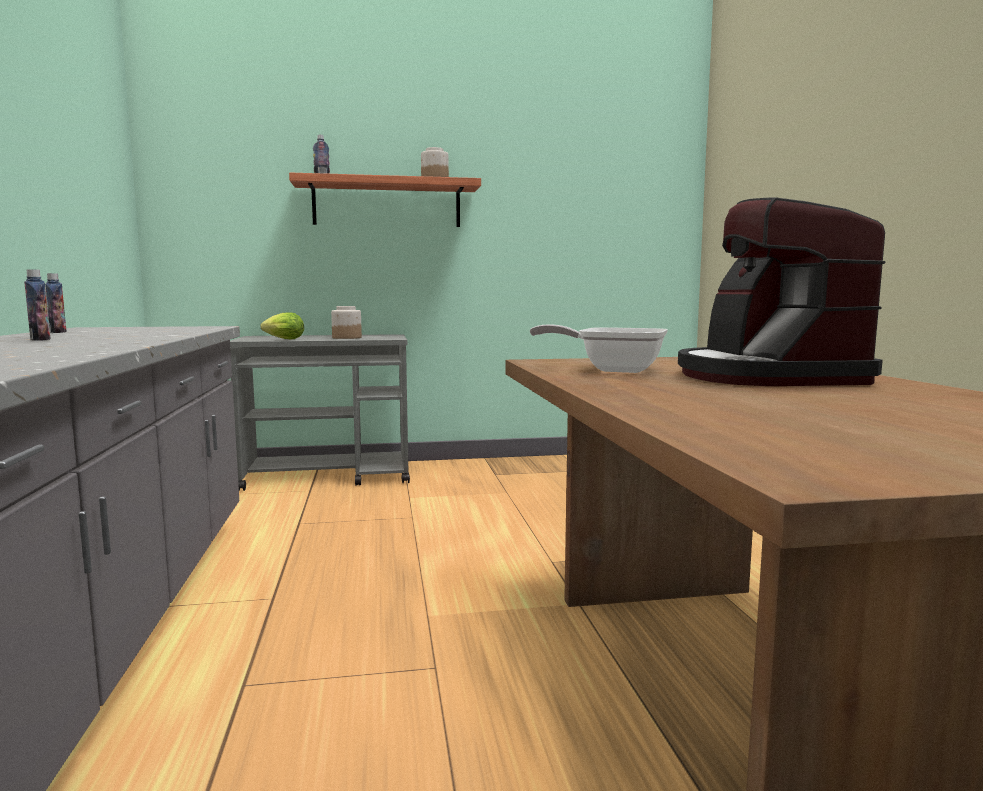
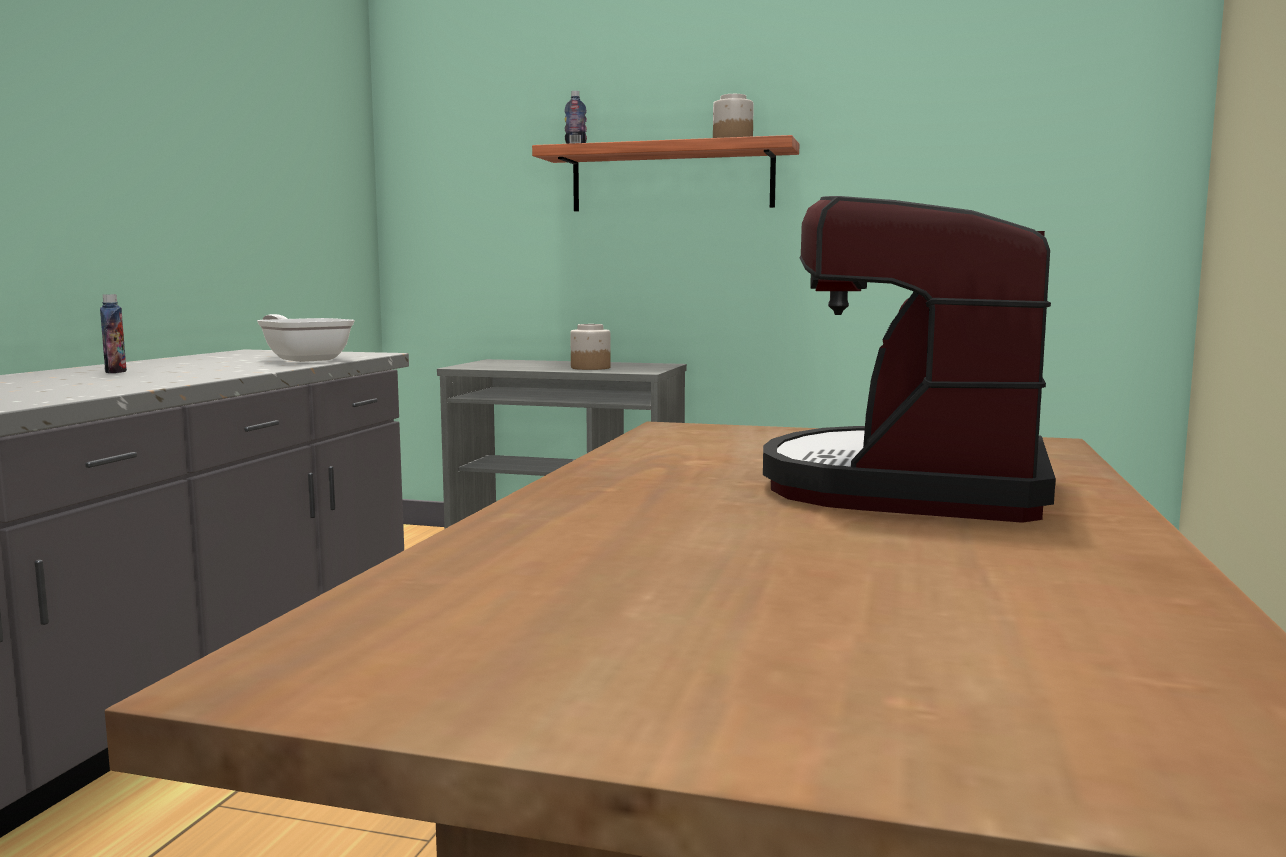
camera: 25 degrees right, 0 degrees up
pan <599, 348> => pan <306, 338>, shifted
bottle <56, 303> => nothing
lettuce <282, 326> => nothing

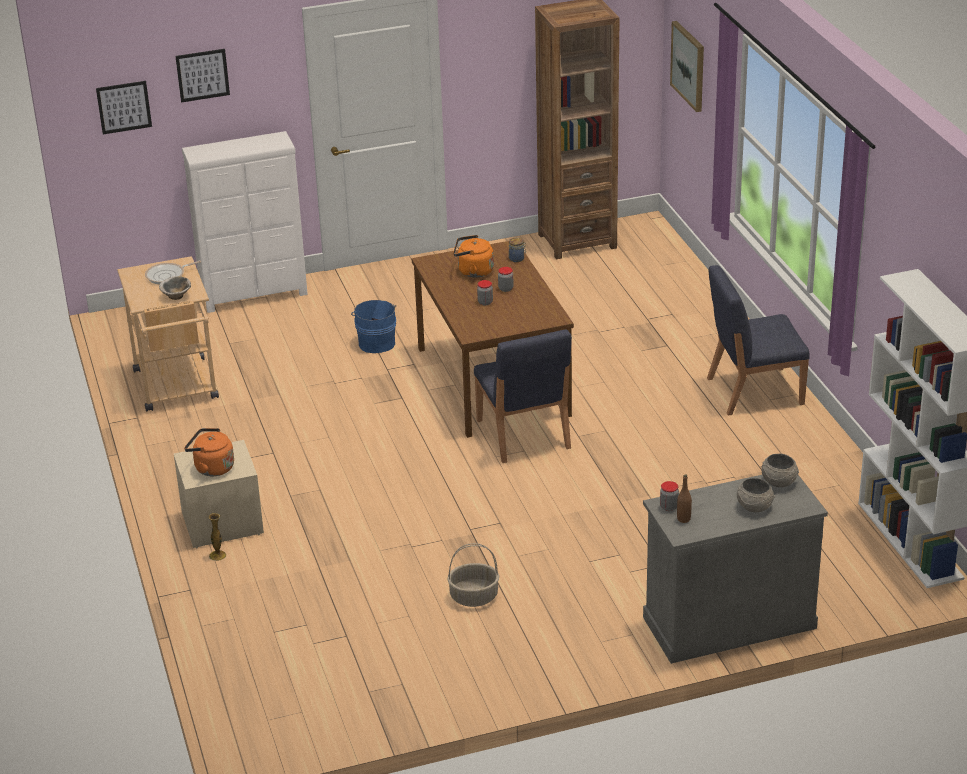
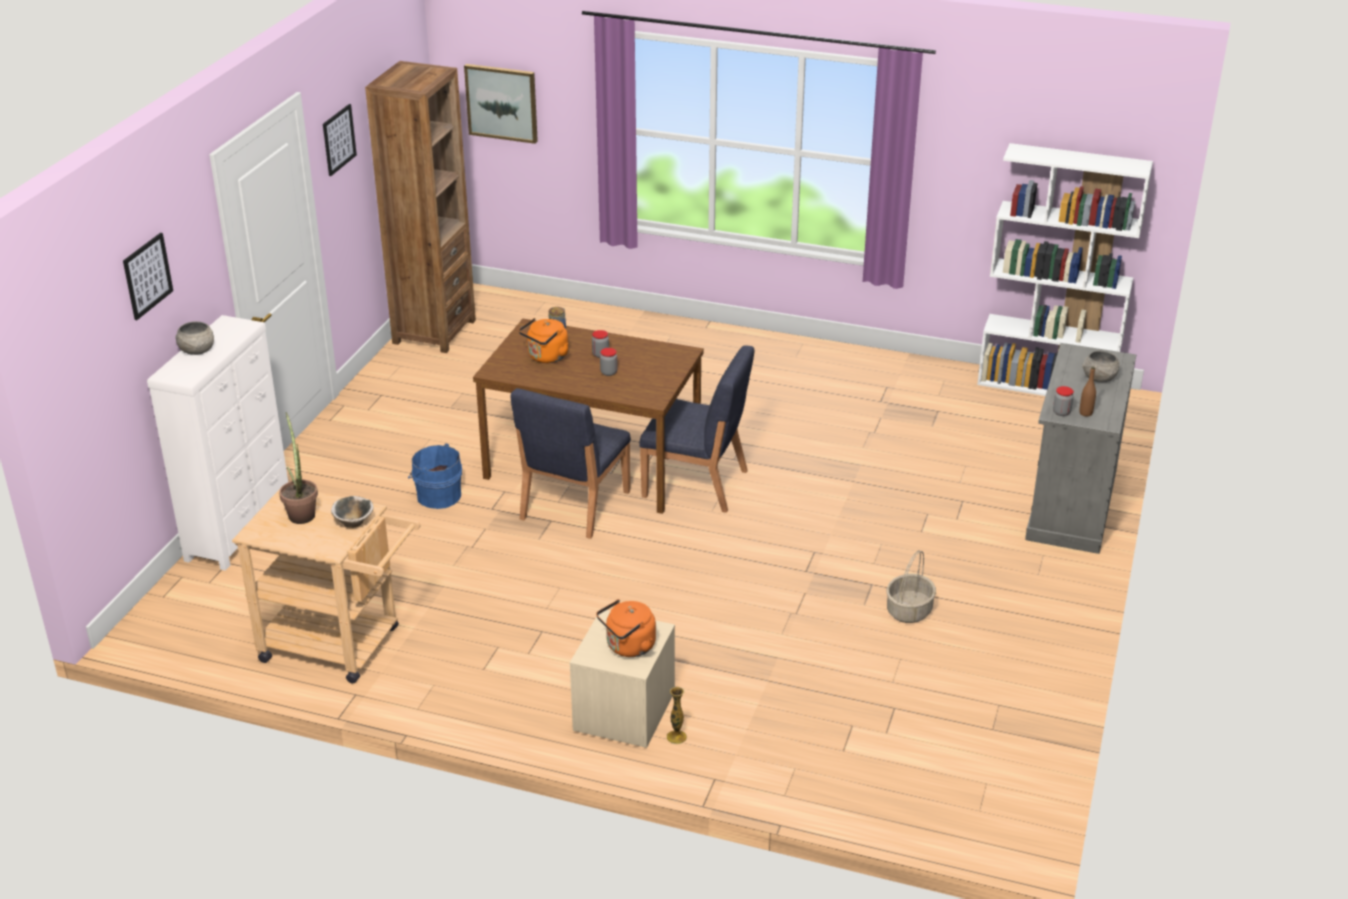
camera: 55 degrees left, 0 degrees up
grey serving bowl <780, 470> => grey serving bowl <194, 338>, shifted
pan <173, 272> => houseplant <298, 468>
picture <124, 107> => picture <340, 140>, shifted
blue-coloured upright chair <758, 340> => blue-coloured upright chair <570, 463>, shifted

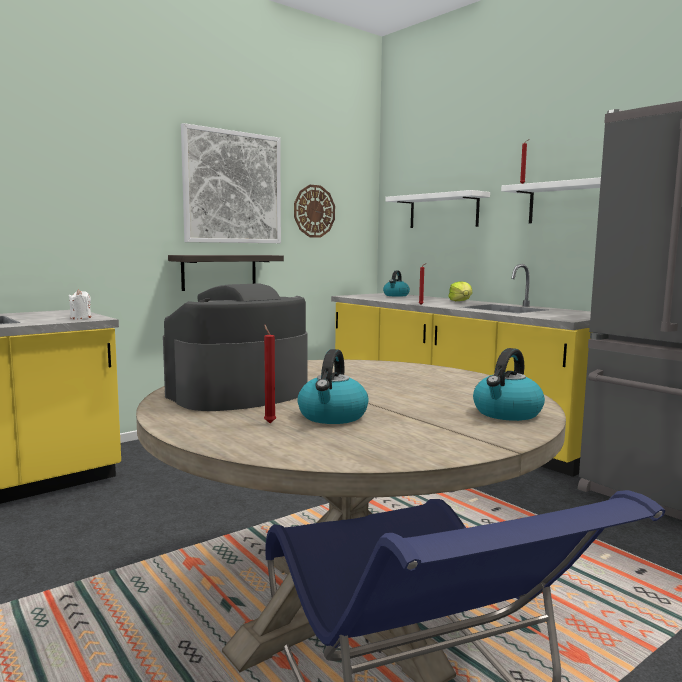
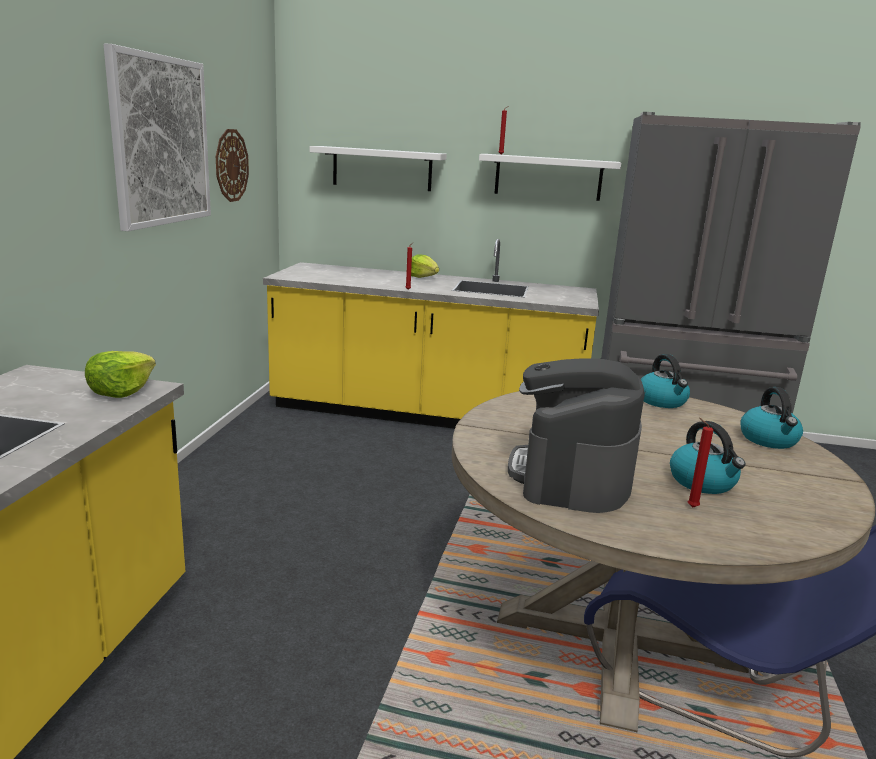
camera: 40 degrees left, 10 degrees up
white-coloured candle <80, 304> => lettuce <120, 374>
water kettle <396, 283> => water kettle <665, 381>, shifted
bracket shelf <226, 273> => nothing

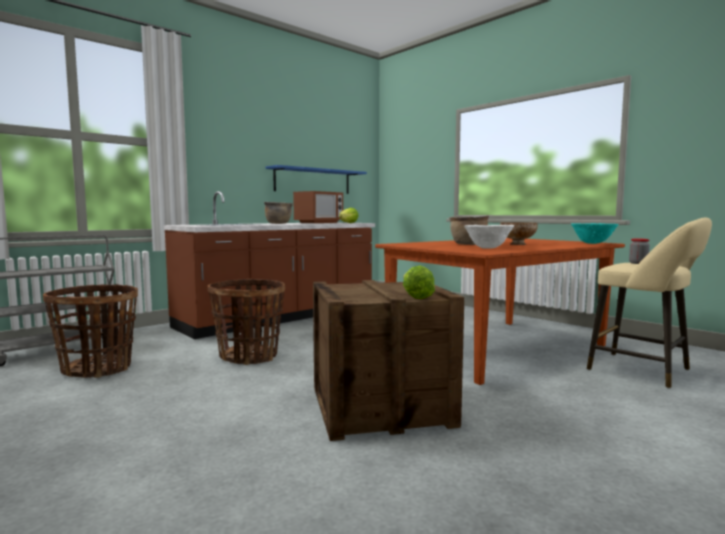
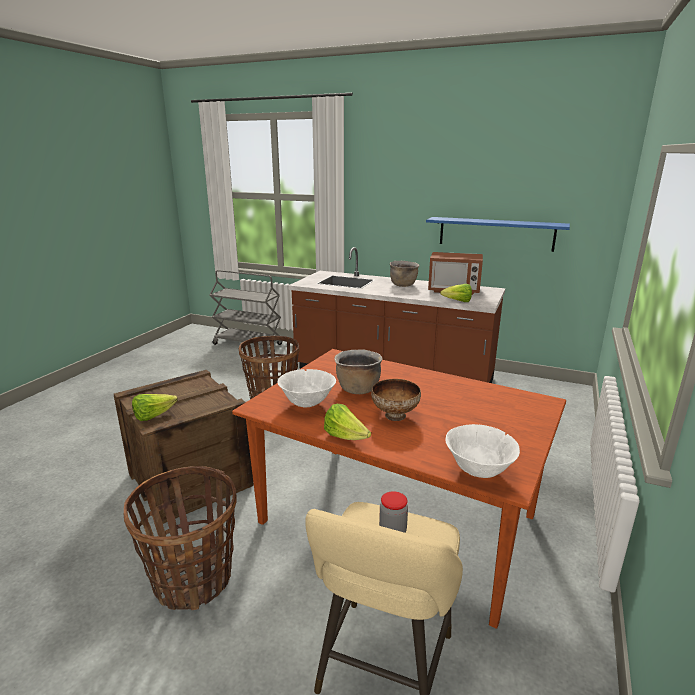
camera: 65 degrees right, 15 degrees up
storage basket <90, 331> => storage basket <180, 538>, shifted
nothing => lettuce <347, 422>
turquoise-coloured serving bowl <595, 233> => white-coloured serving bowl <482, 451>

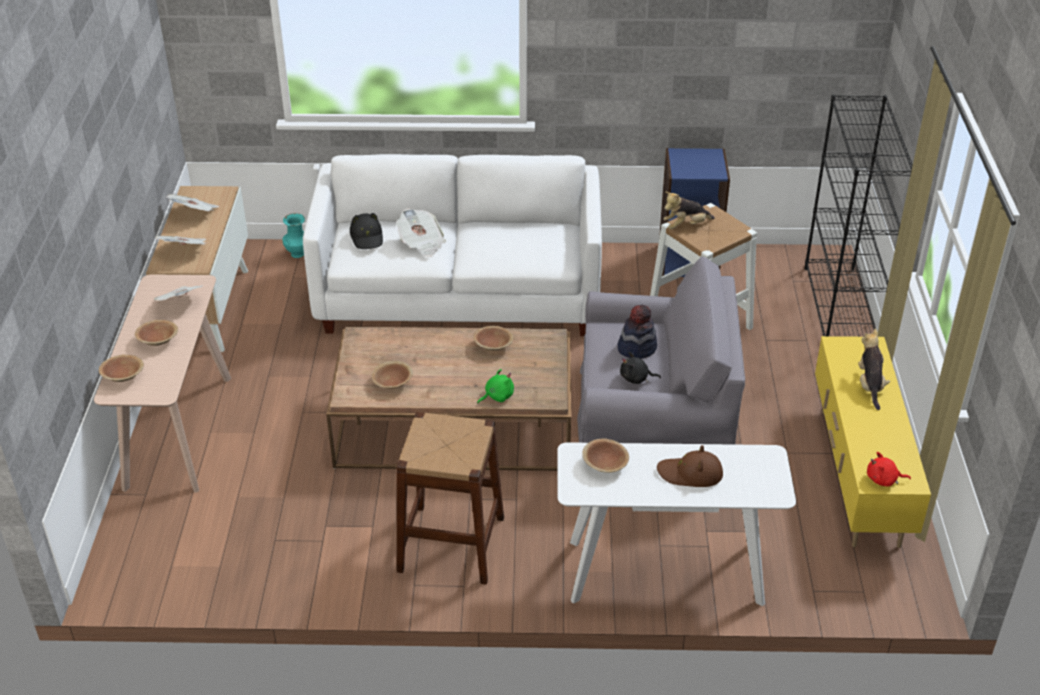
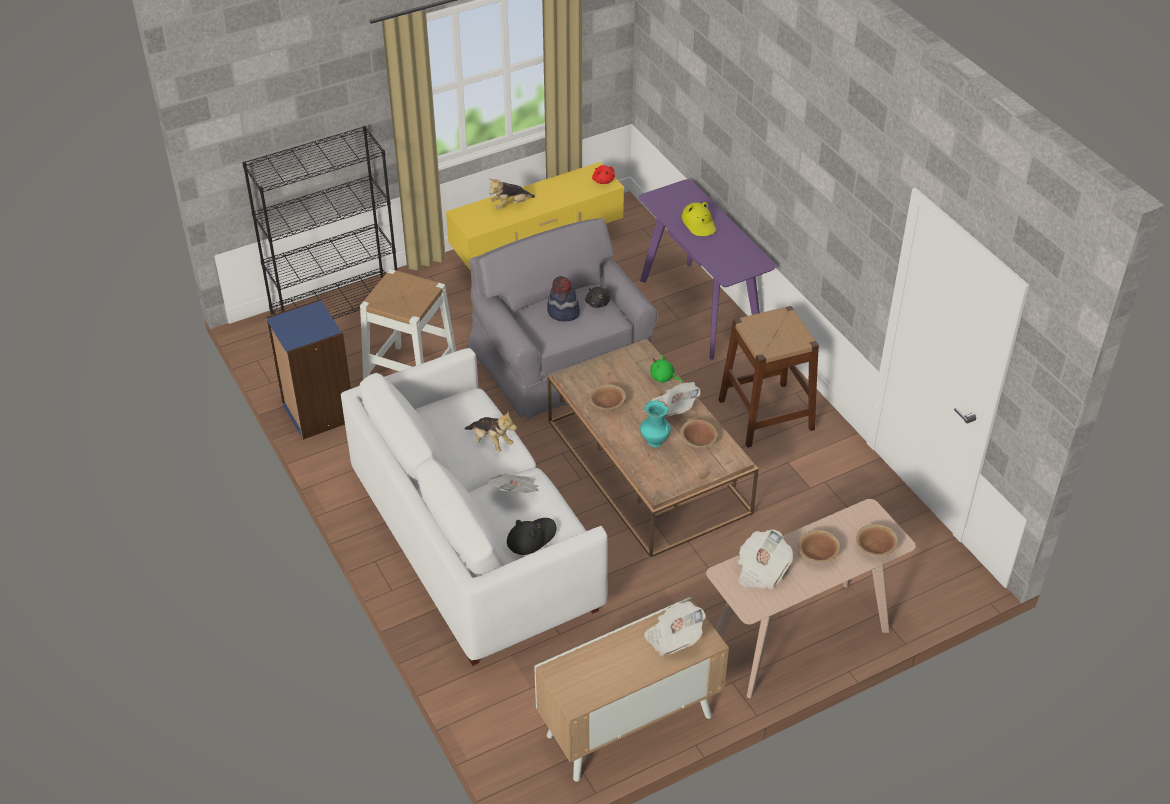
camera: 120 degrees left, 5 degrees up
soft toy <689, 210> => soft toy <490, 431>, shifted
white-coloured hall table <677, 524> => purple-coloured hall table <707, 270>
turquoise-coloured flower vase <293, 235> => turquoise-coloured flower vase <655, 423>, shifted
newspaper <193, 202> => newspaper <676, 399>, shifted
brown wearable hat <690, 466> => yellow-coloured wearable hat <699, 219>
brown serving bowl <605, 455> => nothing

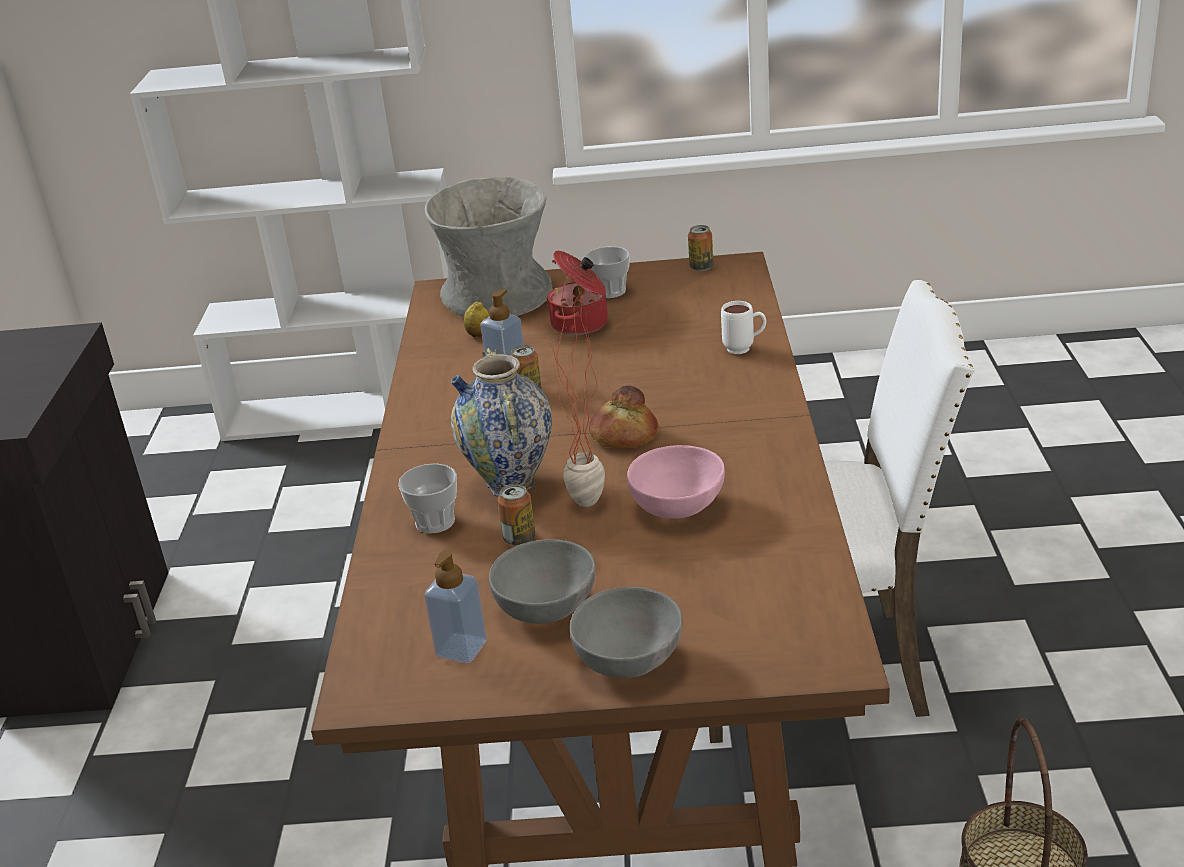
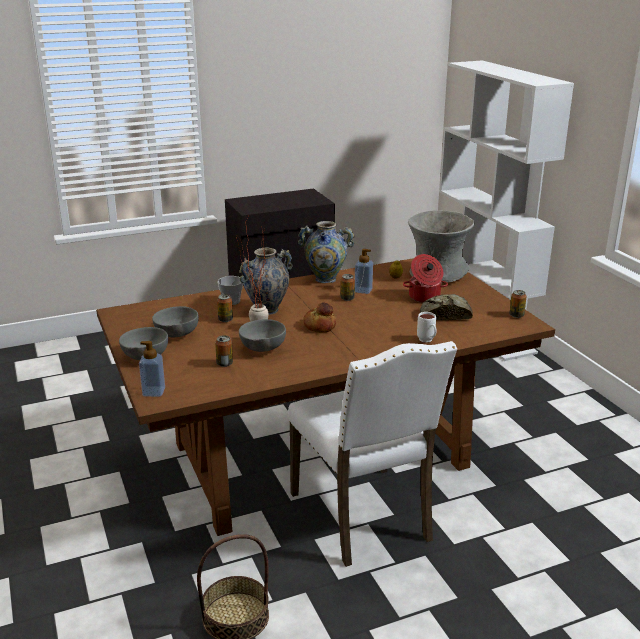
camera: 65 degrees right, 5 degrees down
liquid soap bottle <455, 606> => liquid soap bottle <152, 369>, shifted
nothing => can <224, 351>
pinkish serving bowl <676, 482> => grey serving bowl <262, 335>
nothing => flower vase <326, 252>
nothing => bread <446, 307>
cup <607, 272> => nothing

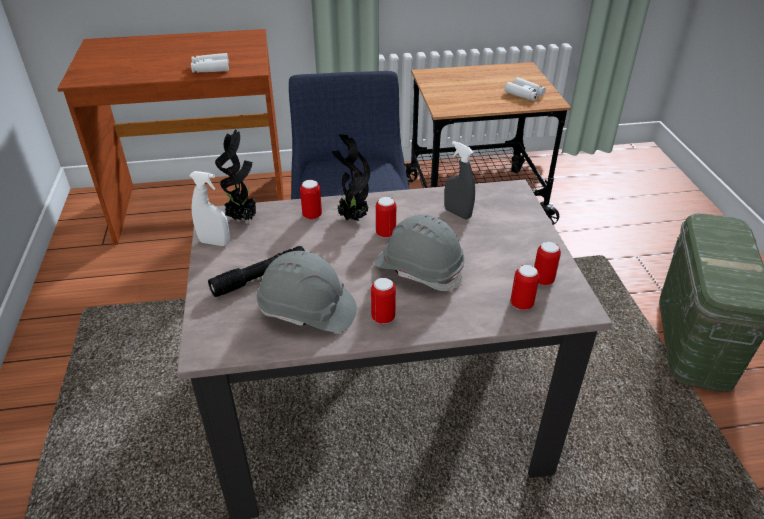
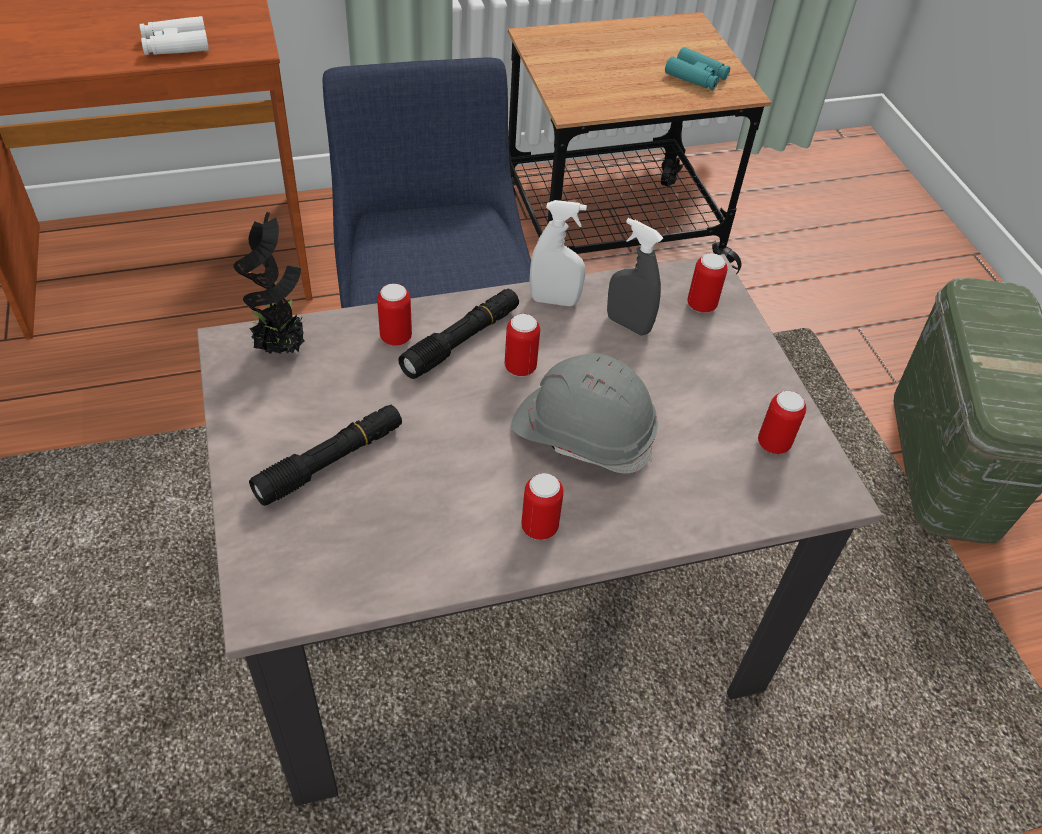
camera: 10 degrees left, 10 degrees up
houseplant <351, 177> => black-coloured hand torch <458, 334>
white-coloured spray bottle <209, 208> => white-coloured spray bottle <558, 253>, shifted
white-coloured binoculars <525, 89> => turquoise-coloured binoculars <697, 68>
can <525, 287> => can <707, 283>, shifted
grey work helmet <307, 292> => nothing

